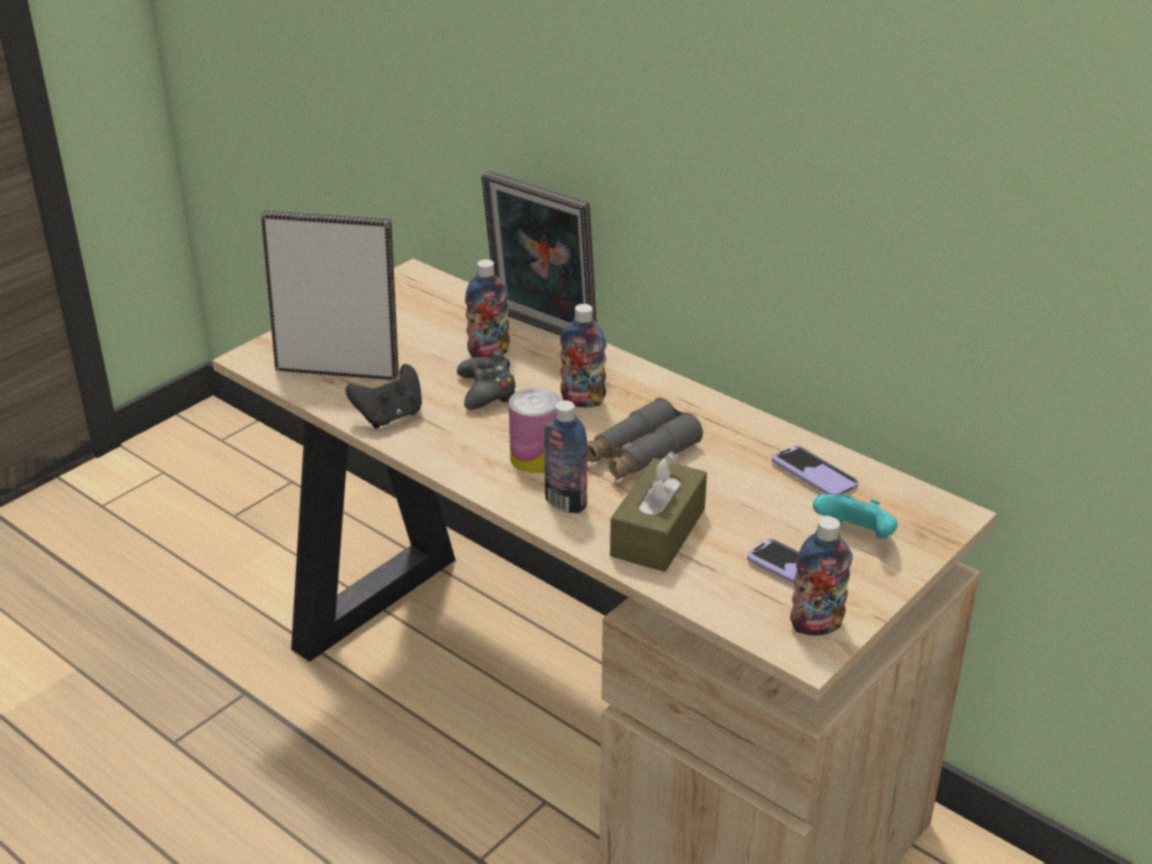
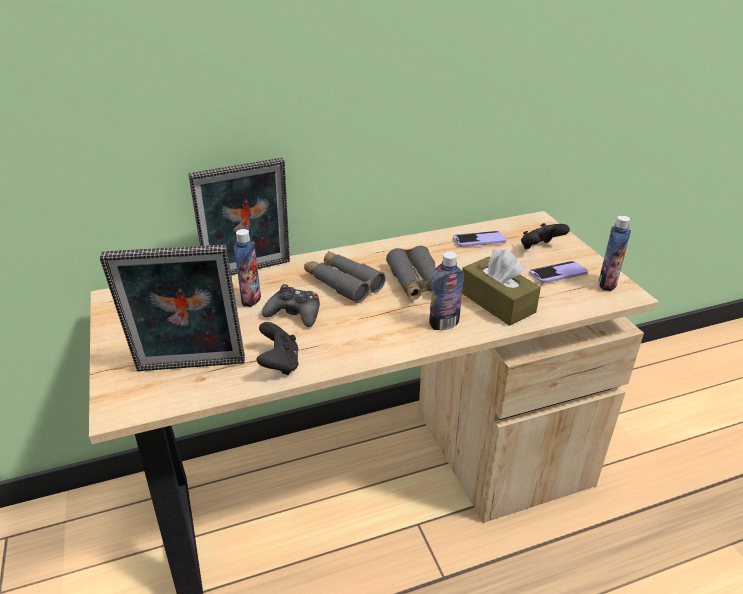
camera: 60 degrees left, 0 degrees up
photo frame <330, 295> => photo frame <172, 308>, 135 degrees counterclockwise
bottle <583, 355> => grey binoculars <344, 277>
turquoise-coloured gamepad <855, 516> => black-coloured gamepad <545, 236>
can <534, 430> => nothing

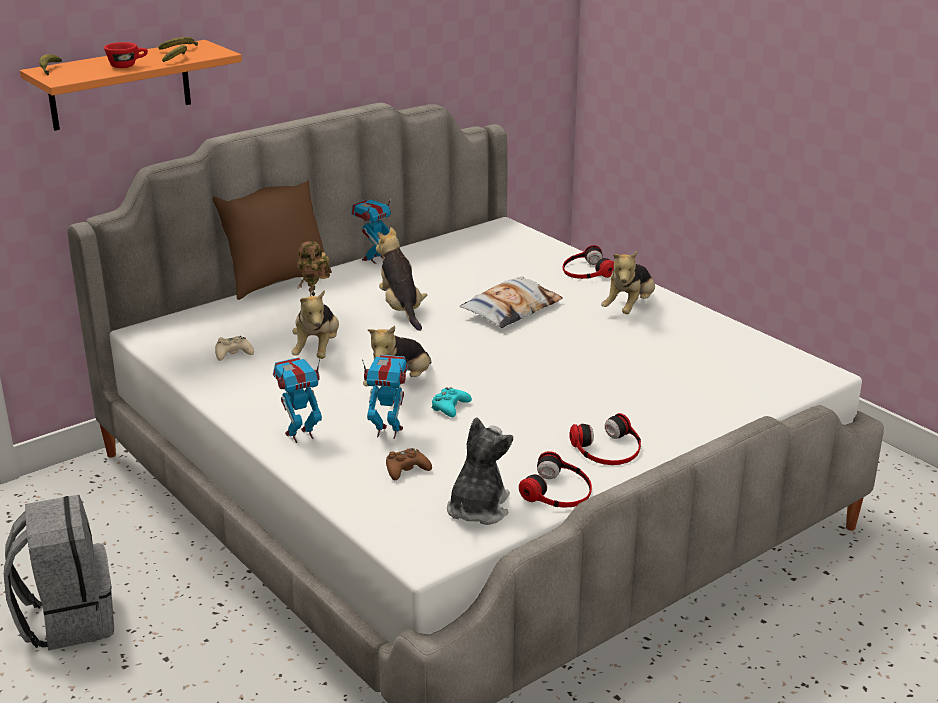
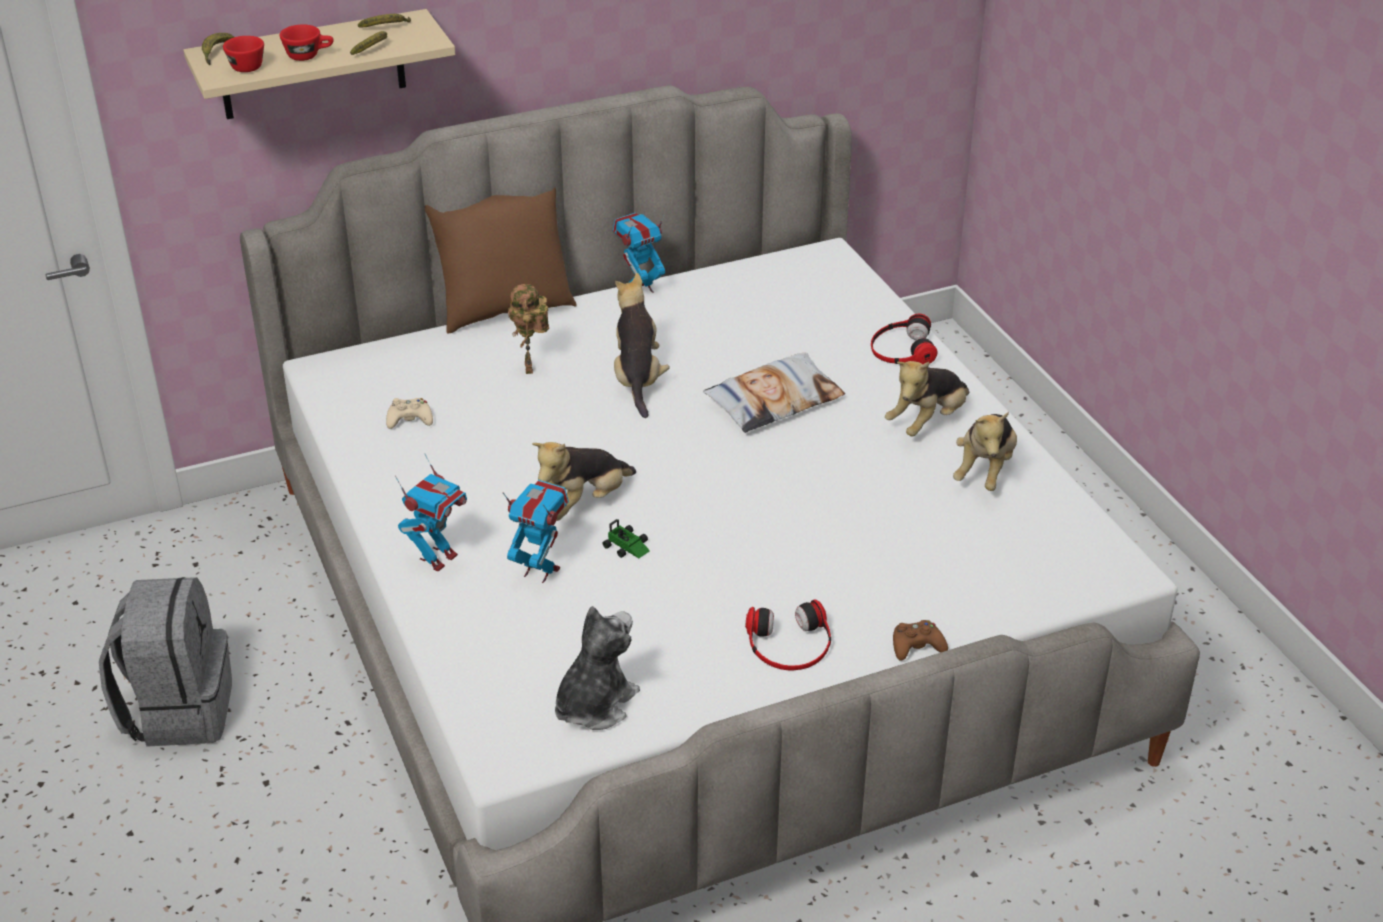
camera: 15 degrees right, 10 degrees up
orange-coloured bracket shelf <131, 85> => sand-coloured bracket shelf <319, 64>
nothing => reddish cup <243, 54>
robot figure <297, 400> => robot figure <431, 512>, 135 degrees clockwise
turquoise-coloured gamepad <452, 402> => model car <626, 538>
brown gamepad <409, 464> => brown gamepad <920, 640>, shifted
soft toy <315, 324> => soft toy <985, 451>, shifted
headset <555, 479> => nothing

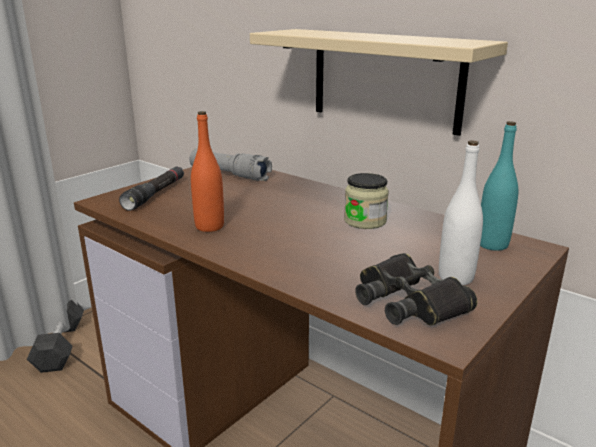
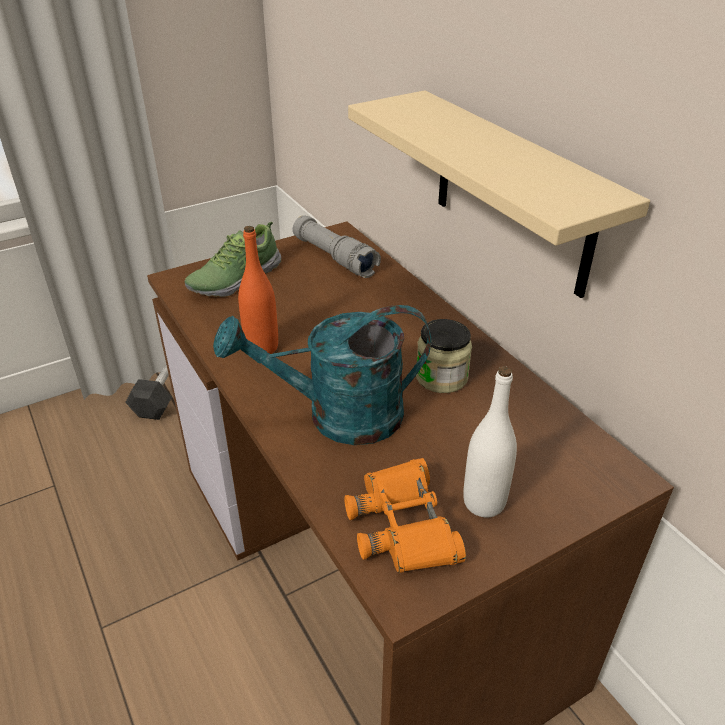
camera: 20 degrees right, 15 degrees up
black-coloured hand torch <151, 189> => shoe <233, 259>
nothing => turquoise-coloured watering can <322, 375>
black-coloured binoculars <416, 289> => orange-coloured binoculars <405, 515>
turquoise-coloured bottle <499, 186> => nothing

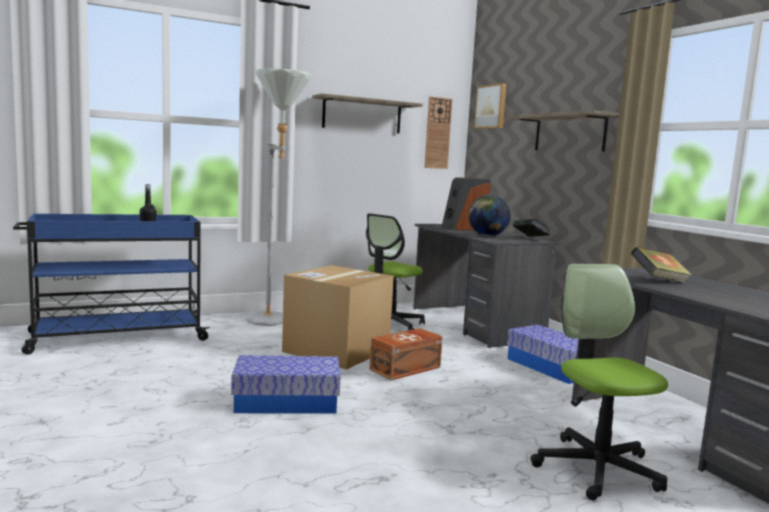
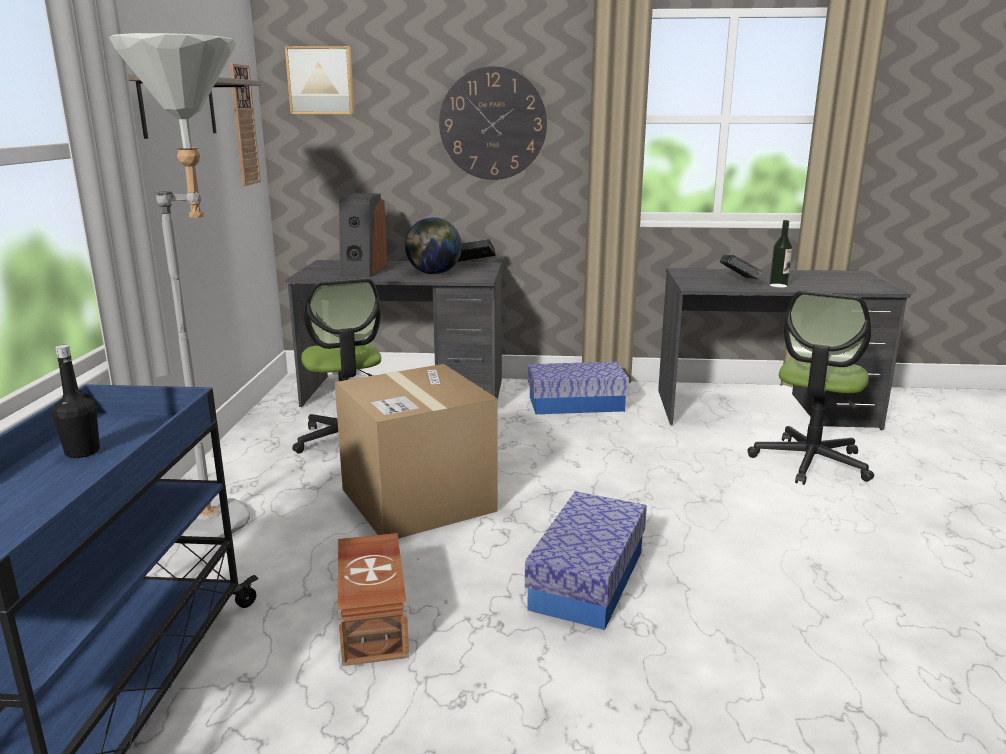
camera: 60 degrees left, 10 degrees up
brown storage box <406, 354> => brown storage box <373, 599>, shifted
bracket shelf <563, 131> => wall clock <493, 123>
computer chair <599, 382> => computer chair <810, 388>, 75 degrees counterclockwise
nothing => bottle <781, 254>

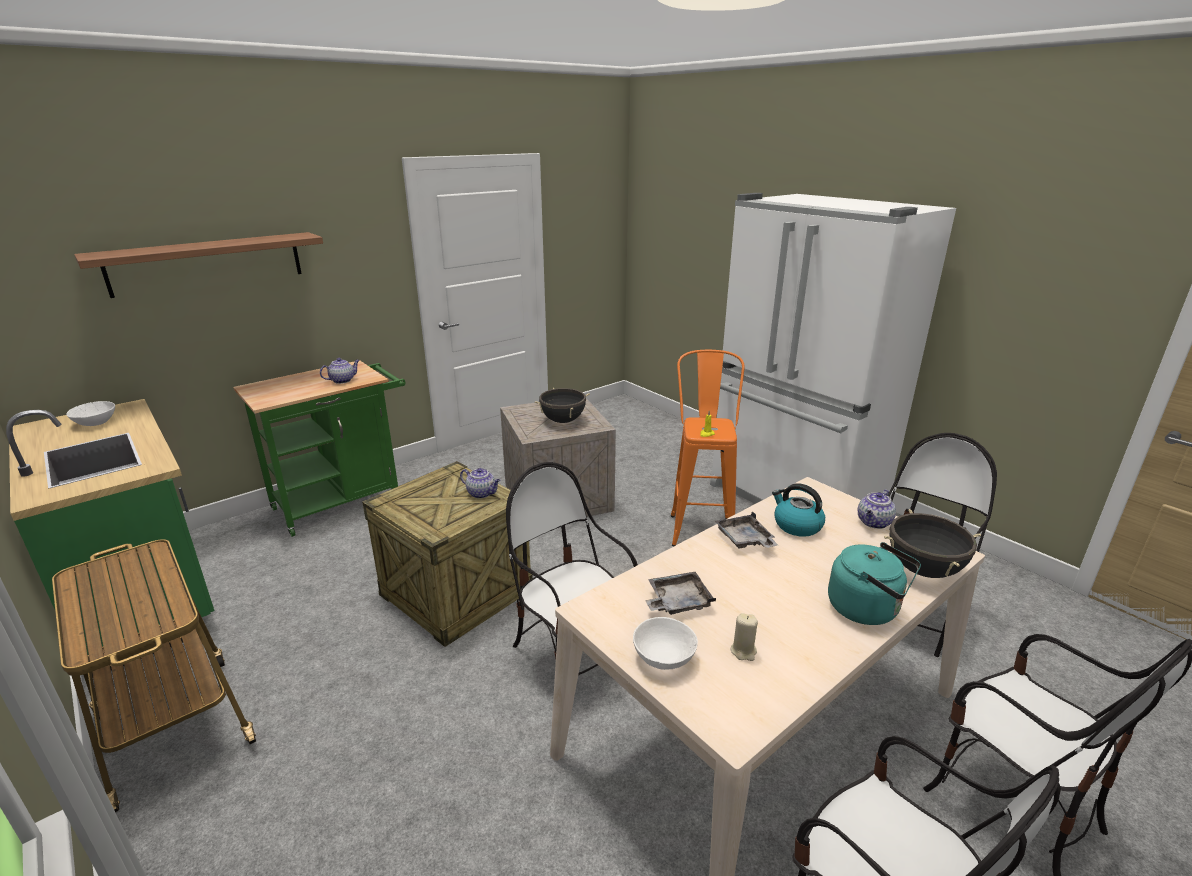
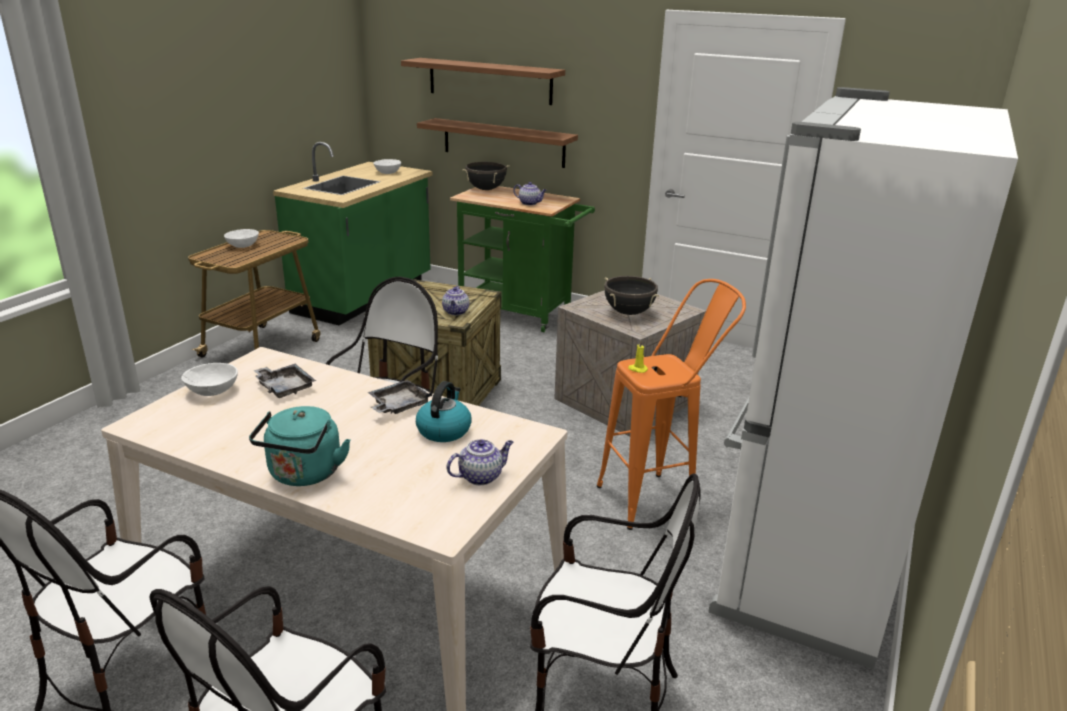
camera: 65 degrees right, 0 degrees up
nothing => white-coloured serving bowl <241, 238>
nothing => bracket shelf <497, 143>
tea pot <877, 509> => tea pot <480, 462>, 135 degrees clockwise
black-coloured cooking pot <932, 543> => black-coloured cooking pot <486, 176>, shifted
sand-coloured candle <744, 637> => nothing

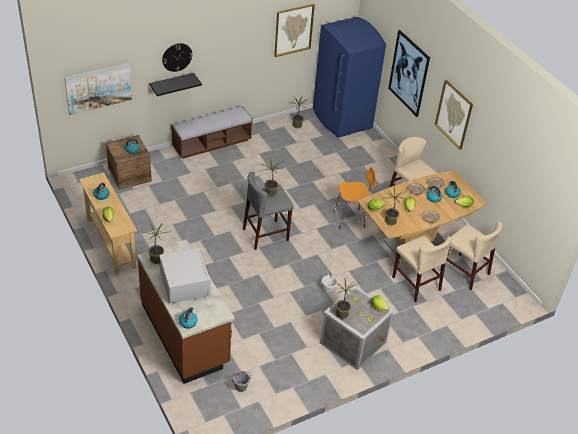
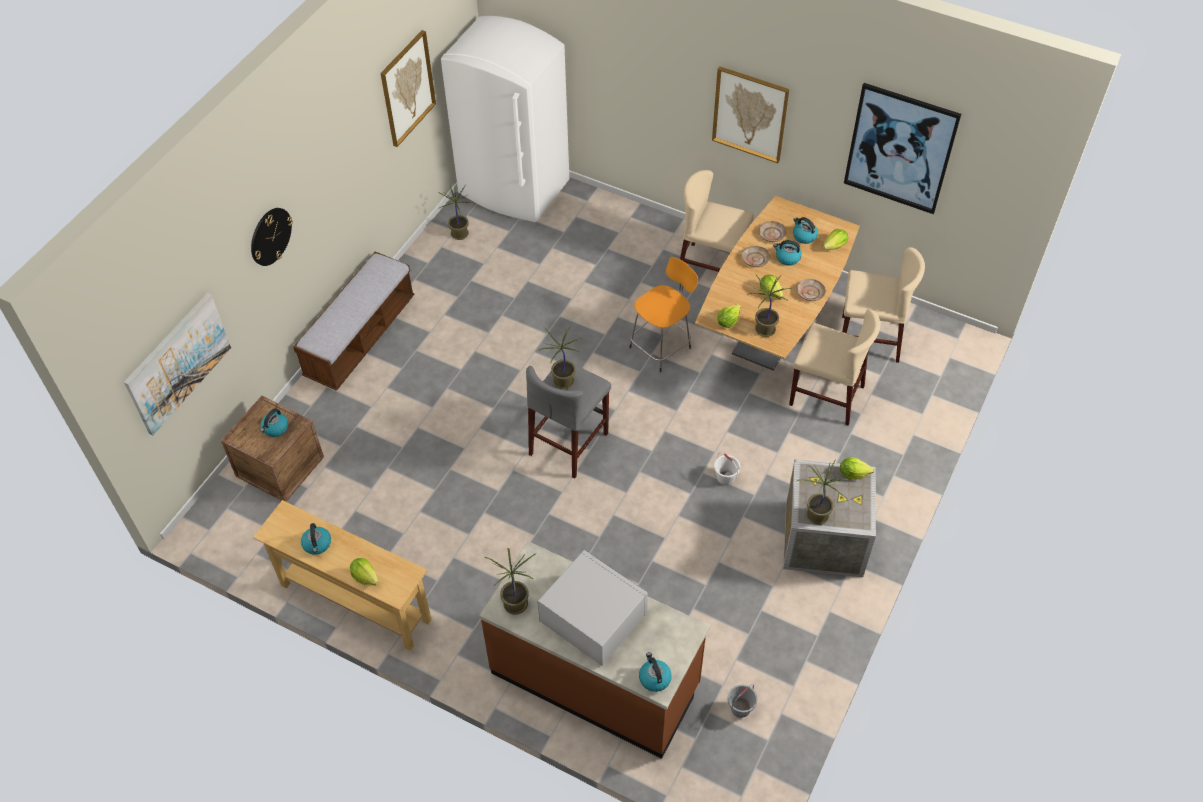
camera: 30 degrees left, 10 degrees up
blue-coloured refrigerator <349, 77> => white-coloured refrigerator <505, 119>
picture <409, 73> => picture <902, 148>, shifted
black-coloured bracket shelf <176, 84> => nothing

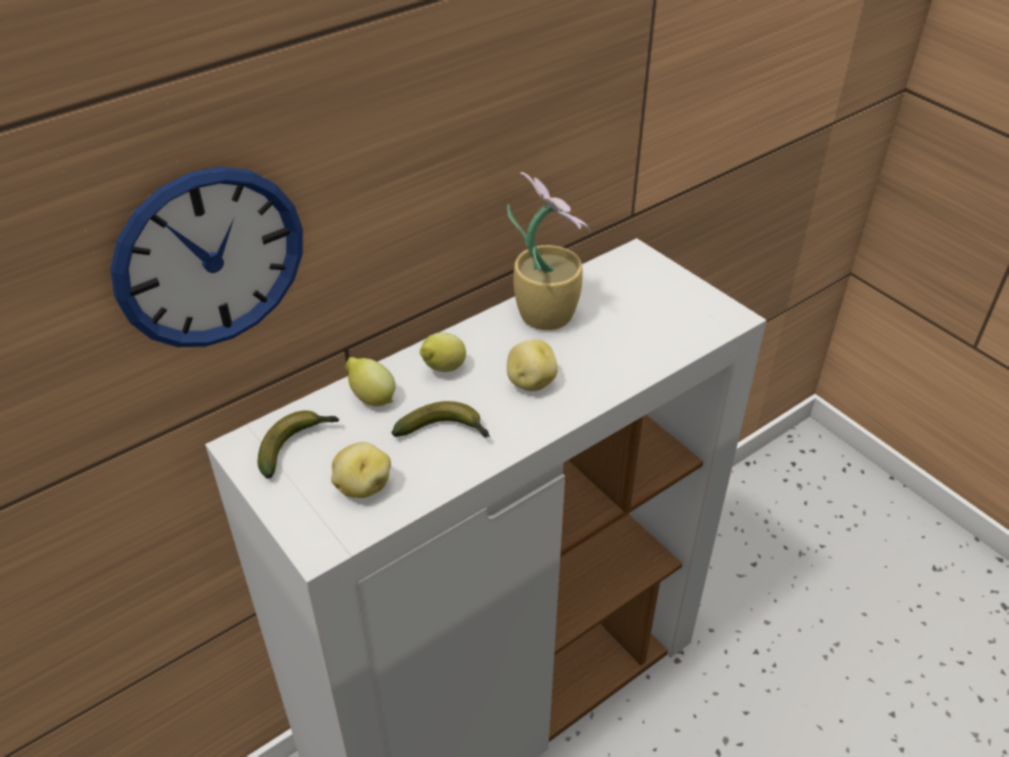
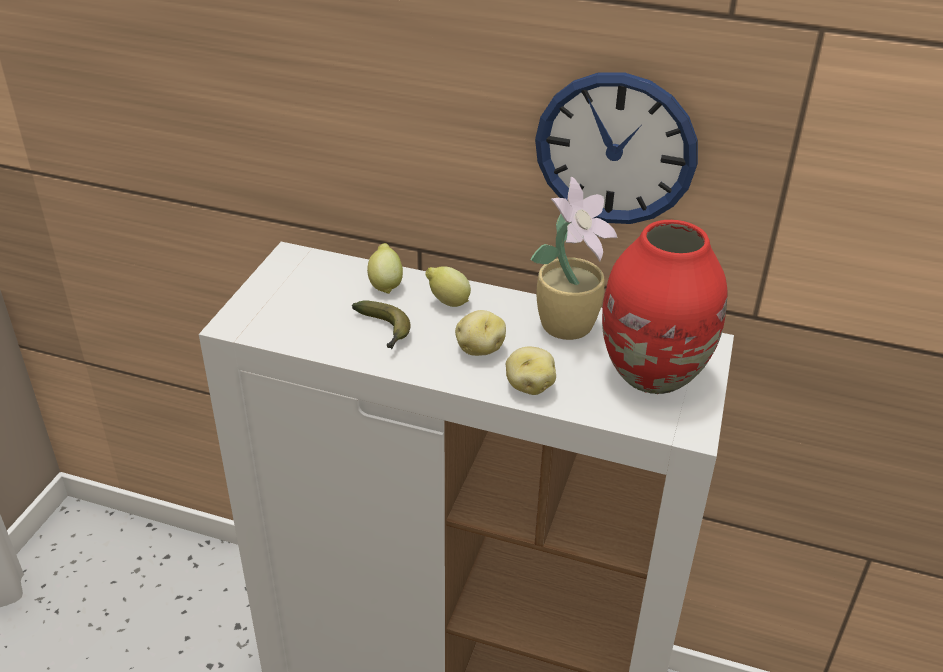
camera: 55 degrees right, 5 degrees down
spud <361, 470> => spud <531, 371>, shifted
wall clock <206, 257> => wall clock <616, 148>, shifted
nothing => reddish flower vase <665, 307>
whole banana <298, 444> => nothing

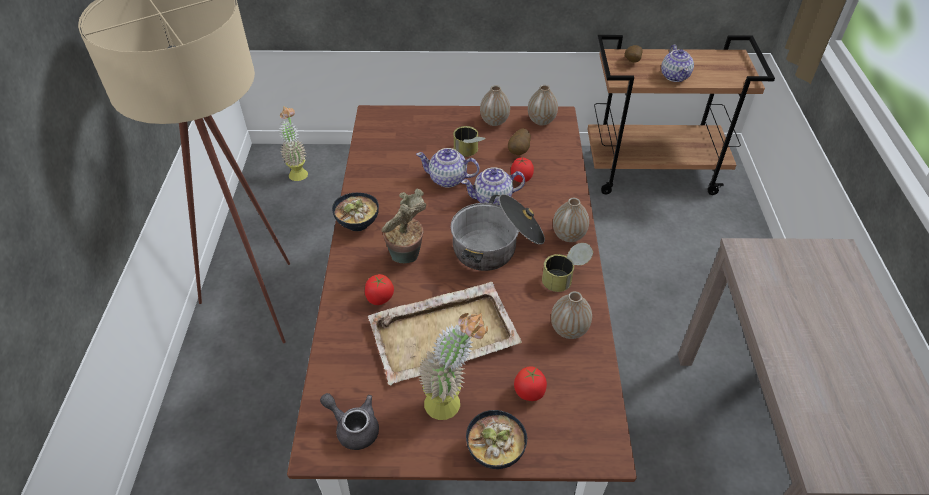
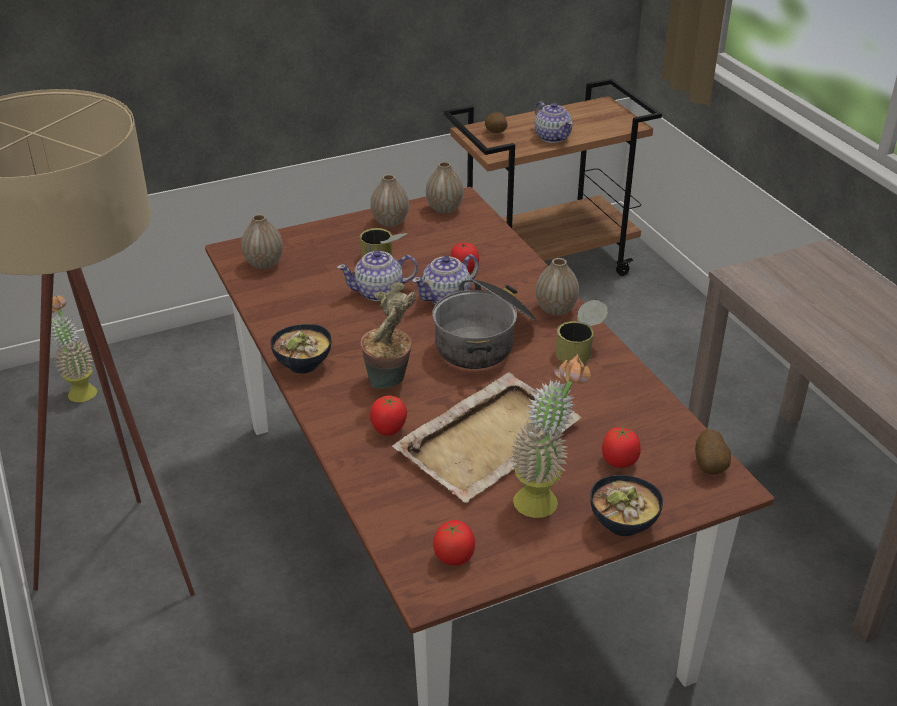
camera: 25 degrees left, 10 degrees down
flower vase <571, 315> => flower vase <262, 241>, shifted
grey tea pot <349, 421> => tomato <454, 543>
spud <519, 141> => spud <713, 451>, shifted

